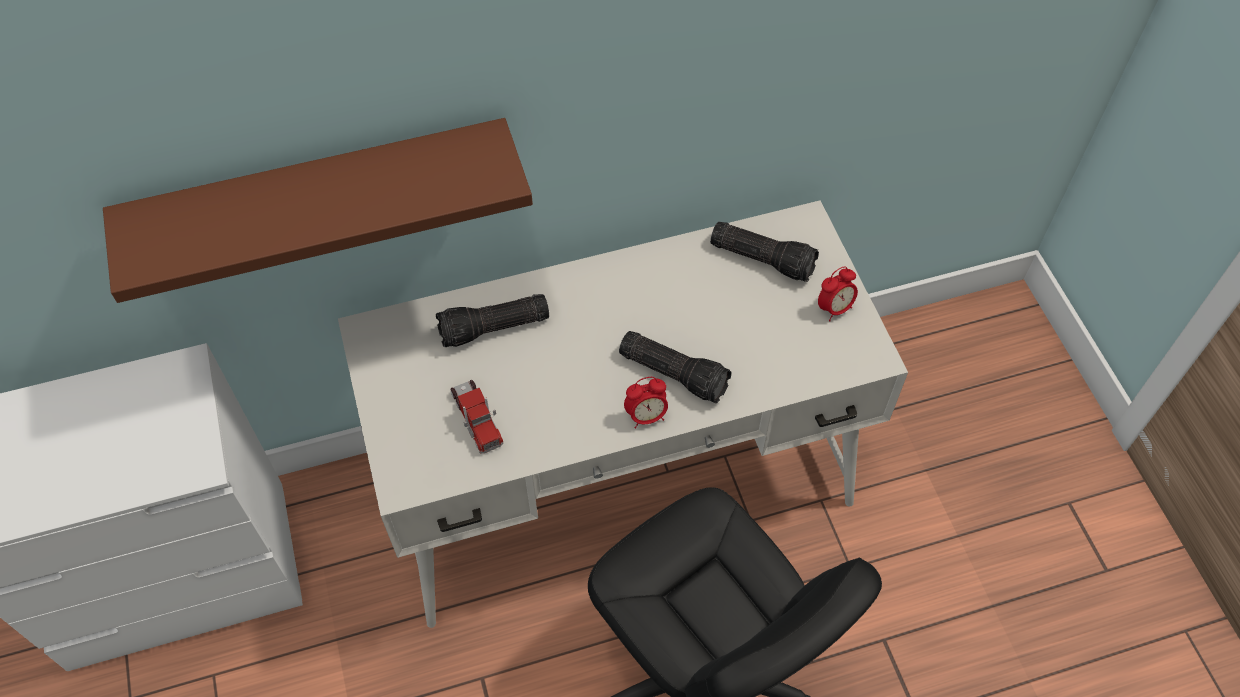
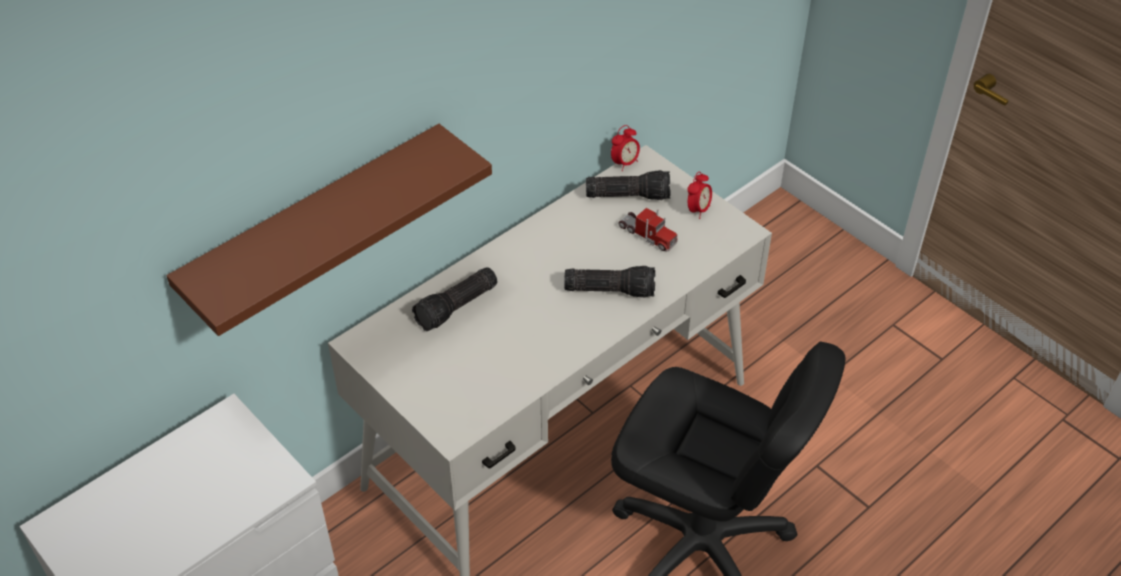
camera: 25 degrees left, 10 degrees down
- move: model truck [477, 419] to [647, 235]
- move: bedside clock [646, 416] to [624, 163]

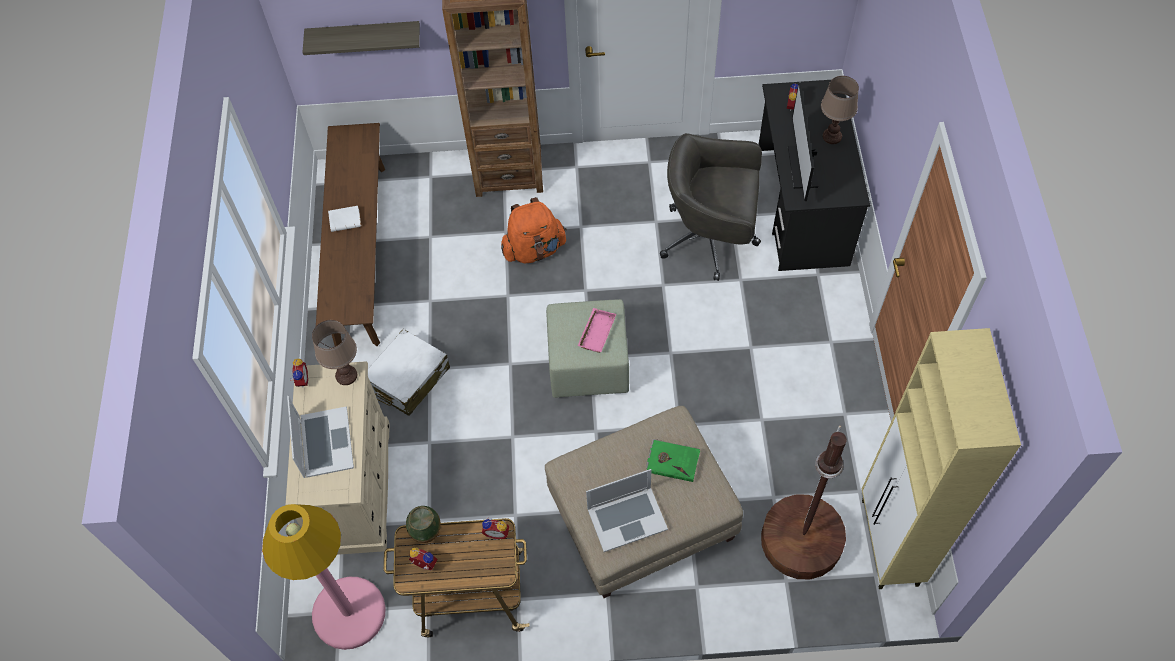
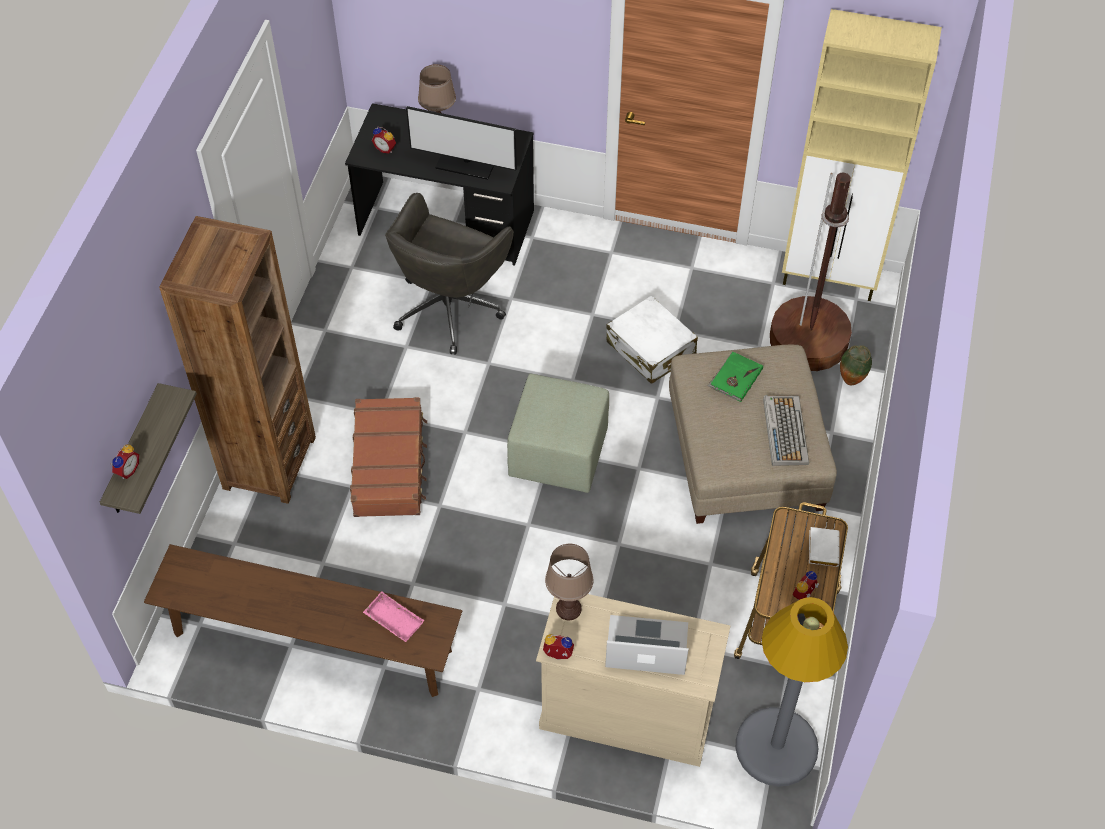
camera: 75 degrees left, 5 degrees down
- move: white volume [346, 220] to [822, 548]
- move: white piece of luggage [408, 379] to [651, 349]
- move: decorative vase [428, 535] to [851, 381]
- move: bedside clock [497, 532] to [127, 470]
- move: pink-coloured tray [596, 332] to [392, 620]
- replace: orangey knapsack [534, 249] to brown-coloured piece of luggage [390, 465]
- replace: portable computer [627, 518] to computer keyboard [784, 430]
- recolor: pink-coloured standing lamp [349, 613] to gray standing lamp [776, 747]

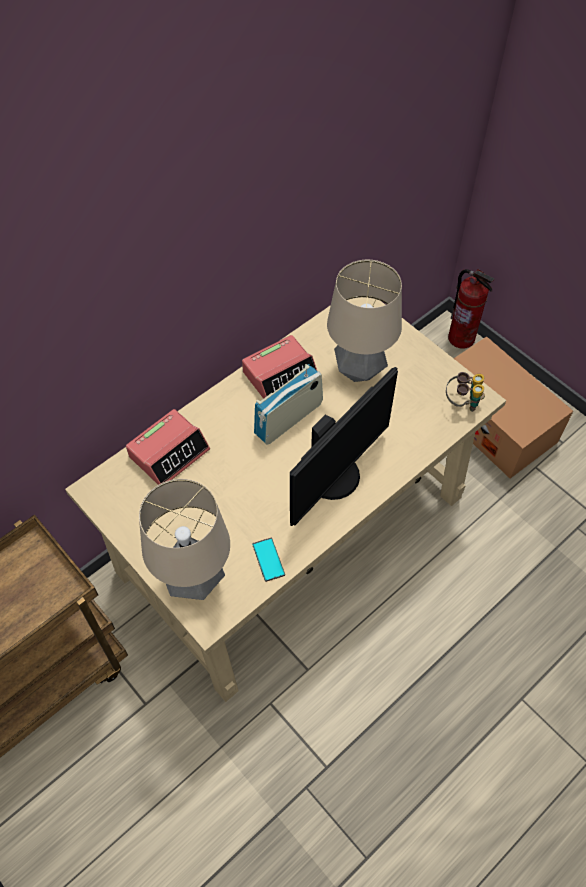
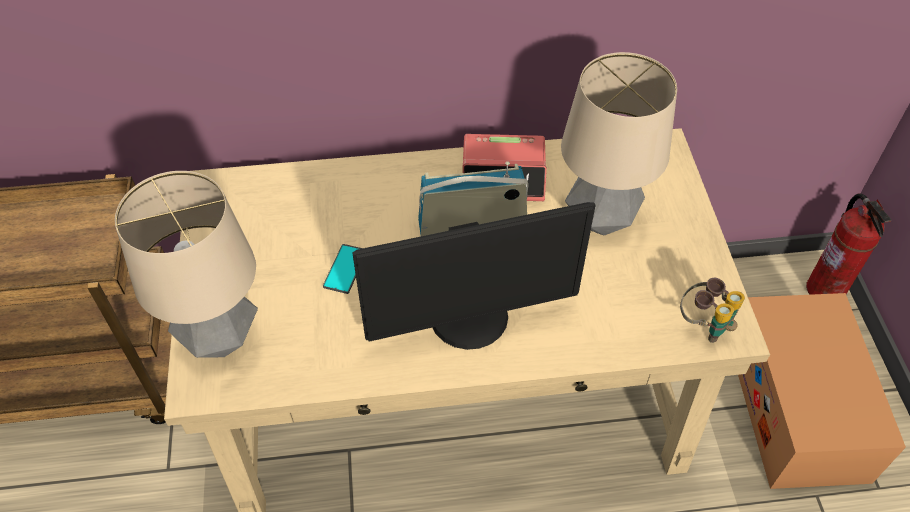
camera: 35 degrees right, 5 degrees down
- delete: bedside clock [169, 452]
- move: telephone [268, 559] to [345, 269]

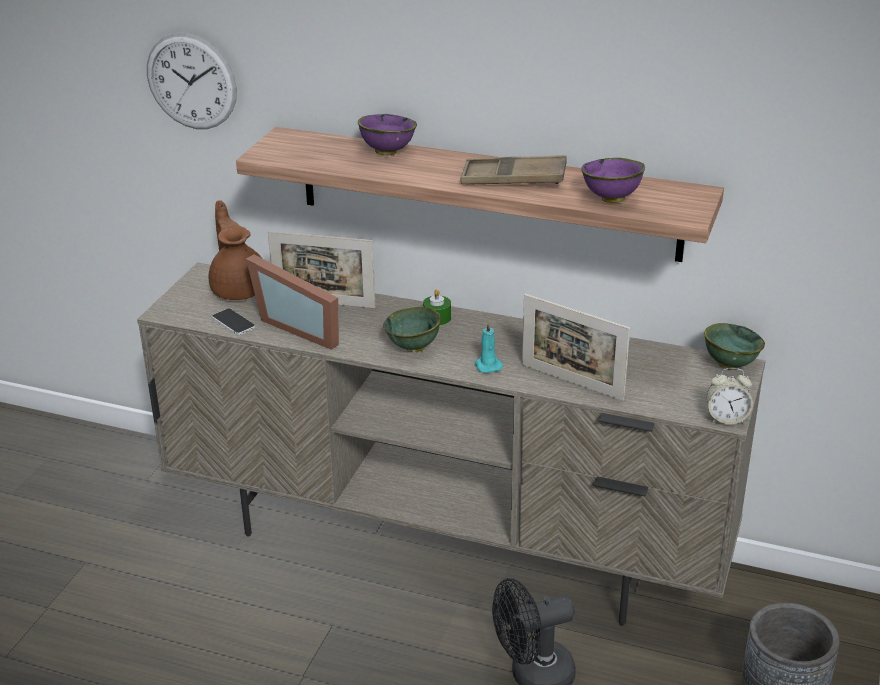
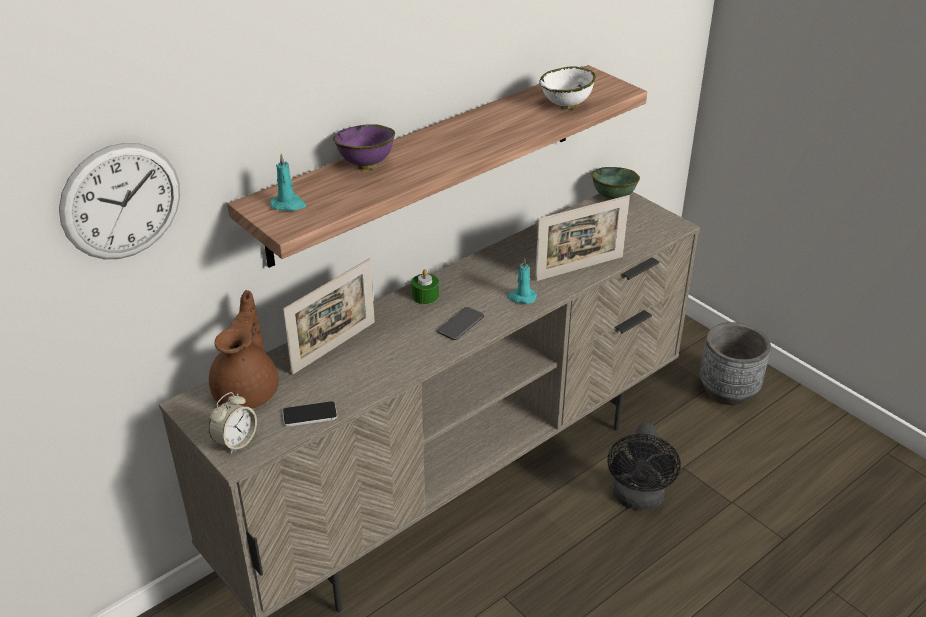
camera: 60 degrees left, 5 degrees up
- delete: standing frame [302, 326]
- delete: brown-coloured tray [513, 179]
- insert: blue-green candle [289, 205]
- move: bedside clock [726, 418] to [236, 441]
- replace: green serving bowl [413, 348] to telephone [460, 324]
- recolor: purplish serving bowl [610, 199] to white serving bowl [566, 106]
- rotate: brown-coloured tea pot [239, 288] = [248, 390] 90 degrees clockwise

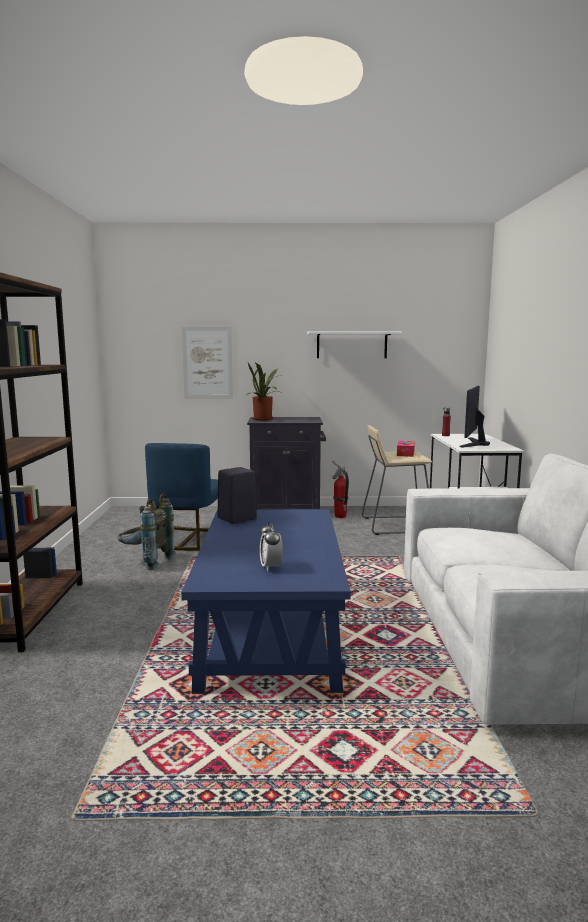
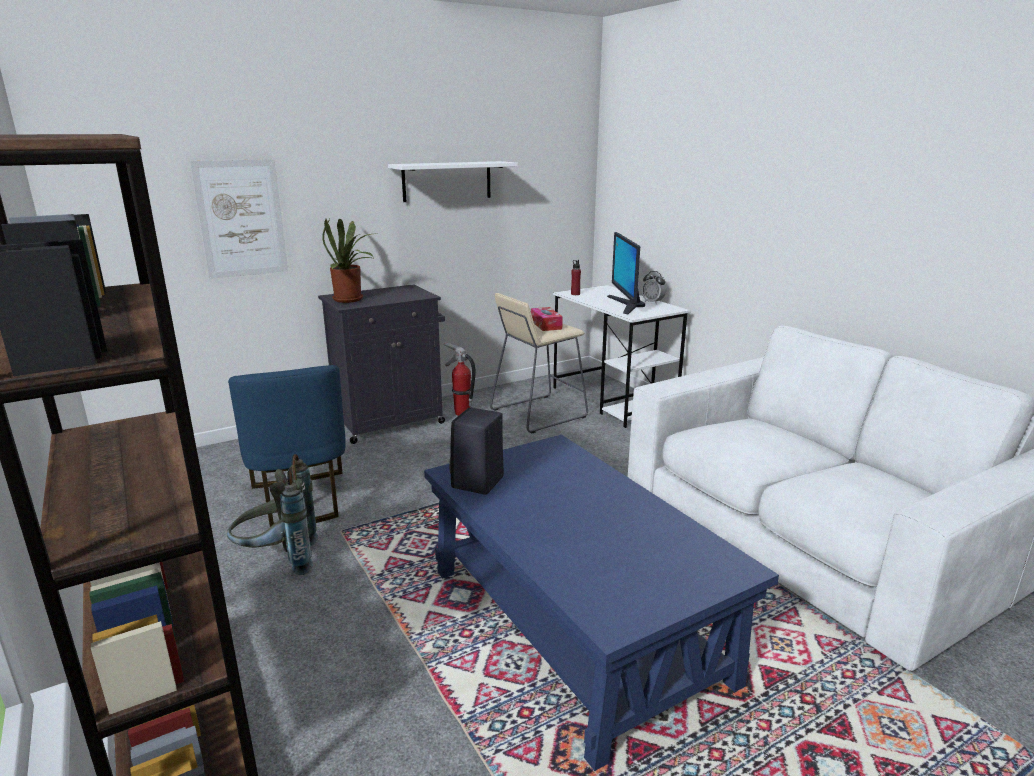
camera: 30 degrees left, 10 degrees up
- move: bedside clock [270, 567] to [652, 302]

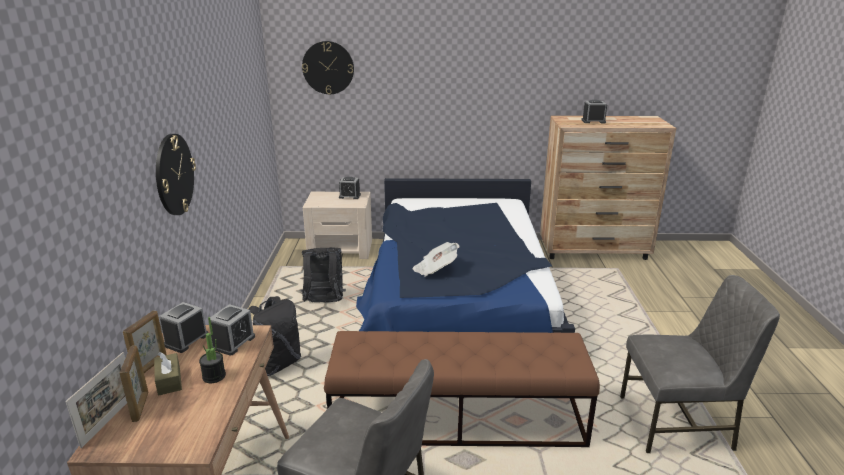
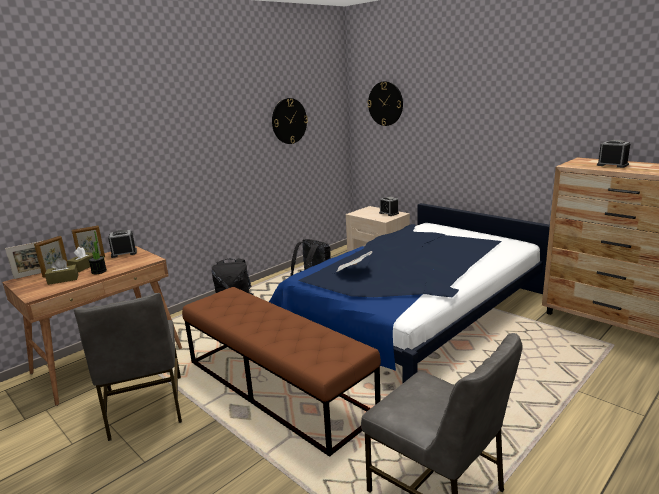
camera: 45 degrees right, 5 degrees down
- delete: bedside clock [233, 342]
- insert: brown-coloured tissue holder [63, 279]
- move: clock on the wall [174, 174] to [289, 121]

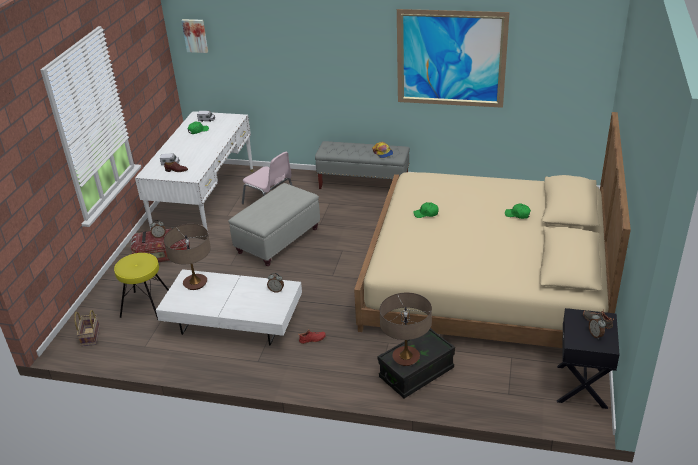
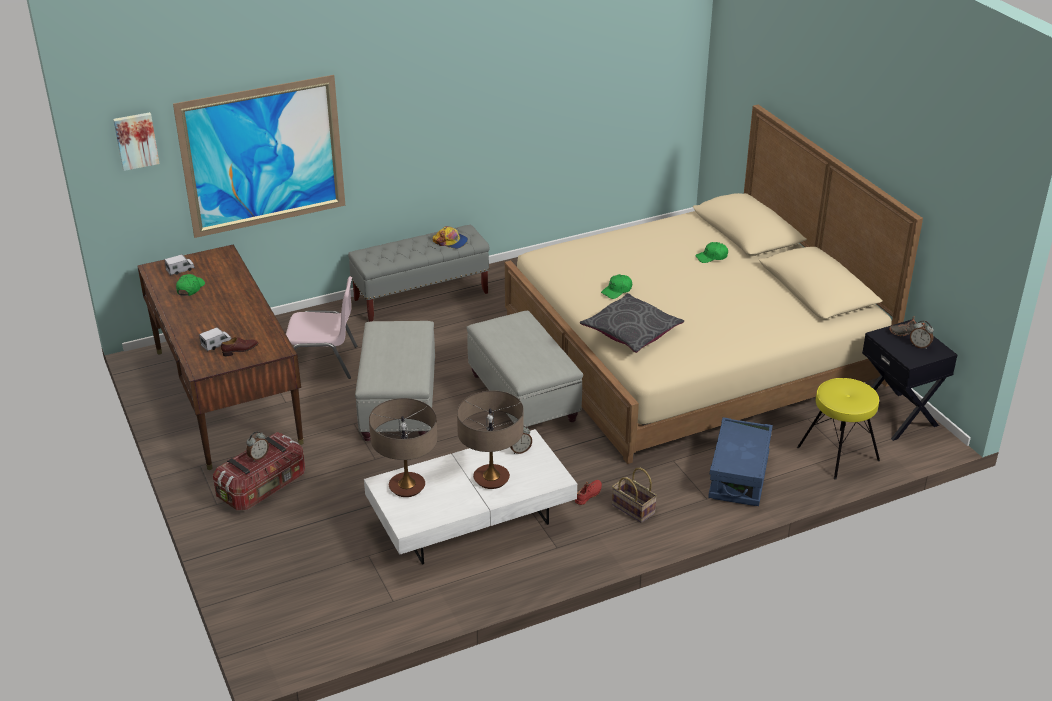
camera: 40 degrees left, 0 degrees up
- insert: gray footrest [523, 398]
- insert: gray pillow [631, 331]
- move: household basket [90, 336] to [631, 508]
- move: yellow-coloured stool seat [146, 305] to [837, 453]
- move: table lamp [406, 358] to [491, 479]
- move: picture [451, 59] to [263, 156]
- recolor: white desk unit [205, 201] to brown-coloured desk unit [227, 396]
- recolor: blackish storage bin [416, 373] to bluish storage bin [738, 476]

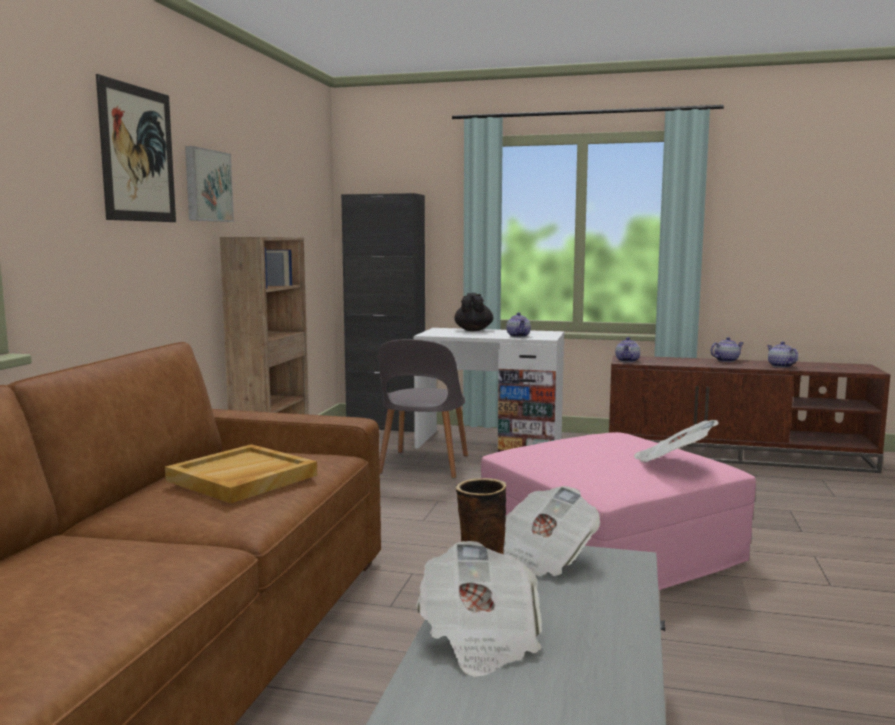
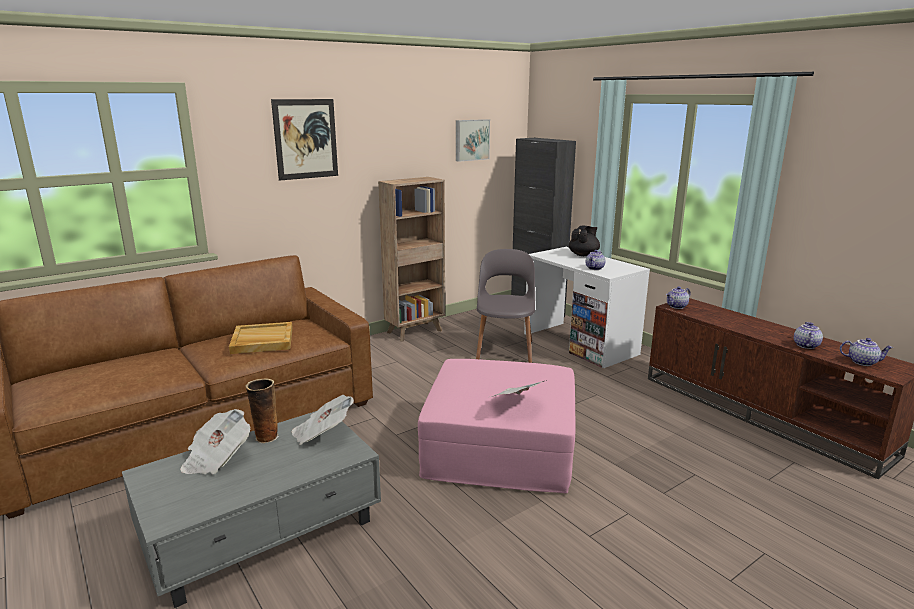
camera: 40 degrees right, 10 degrees up
- move: picture [206, 186] to [471, 140]
- move: tea pot [726, 361] to [862, 362]
- rotate: gray chair [423, 466] = [505, 349] 135 degrees clockwise

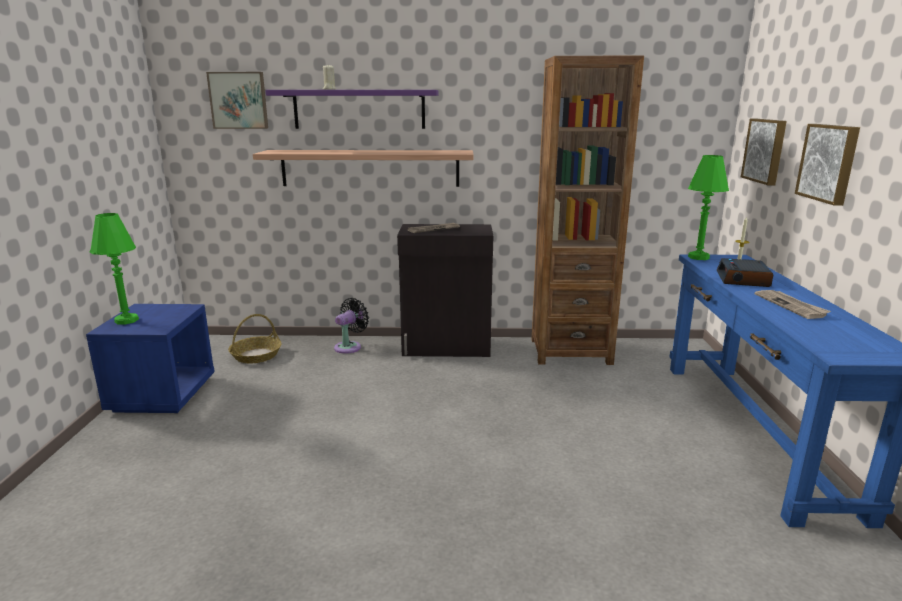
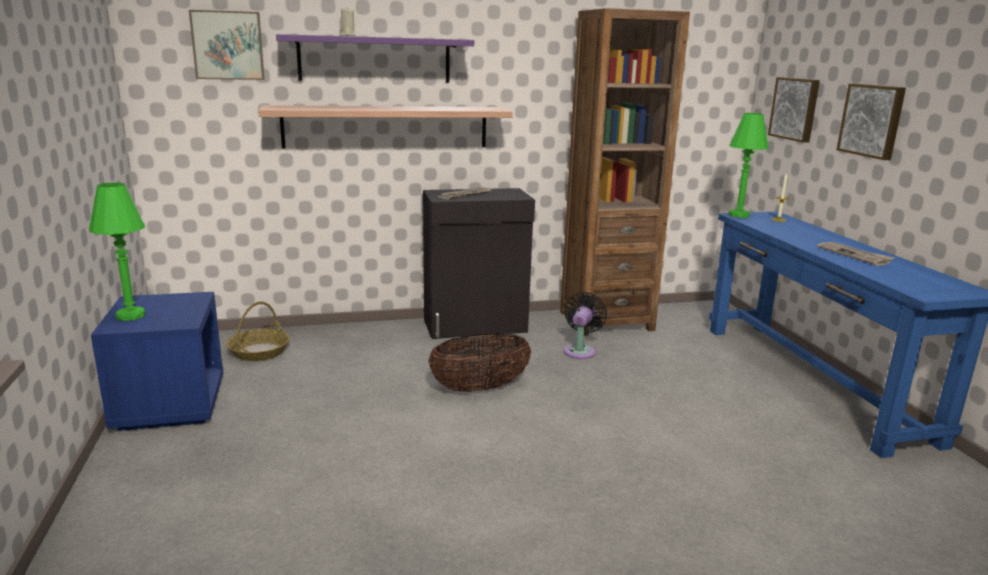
camera: 15 degrees left, 0 degrees up
- delete: bedside clock [743, 279]
- insert: household basket [480, 388]
- move: blackish fan [350, 347] to [580, 351]

